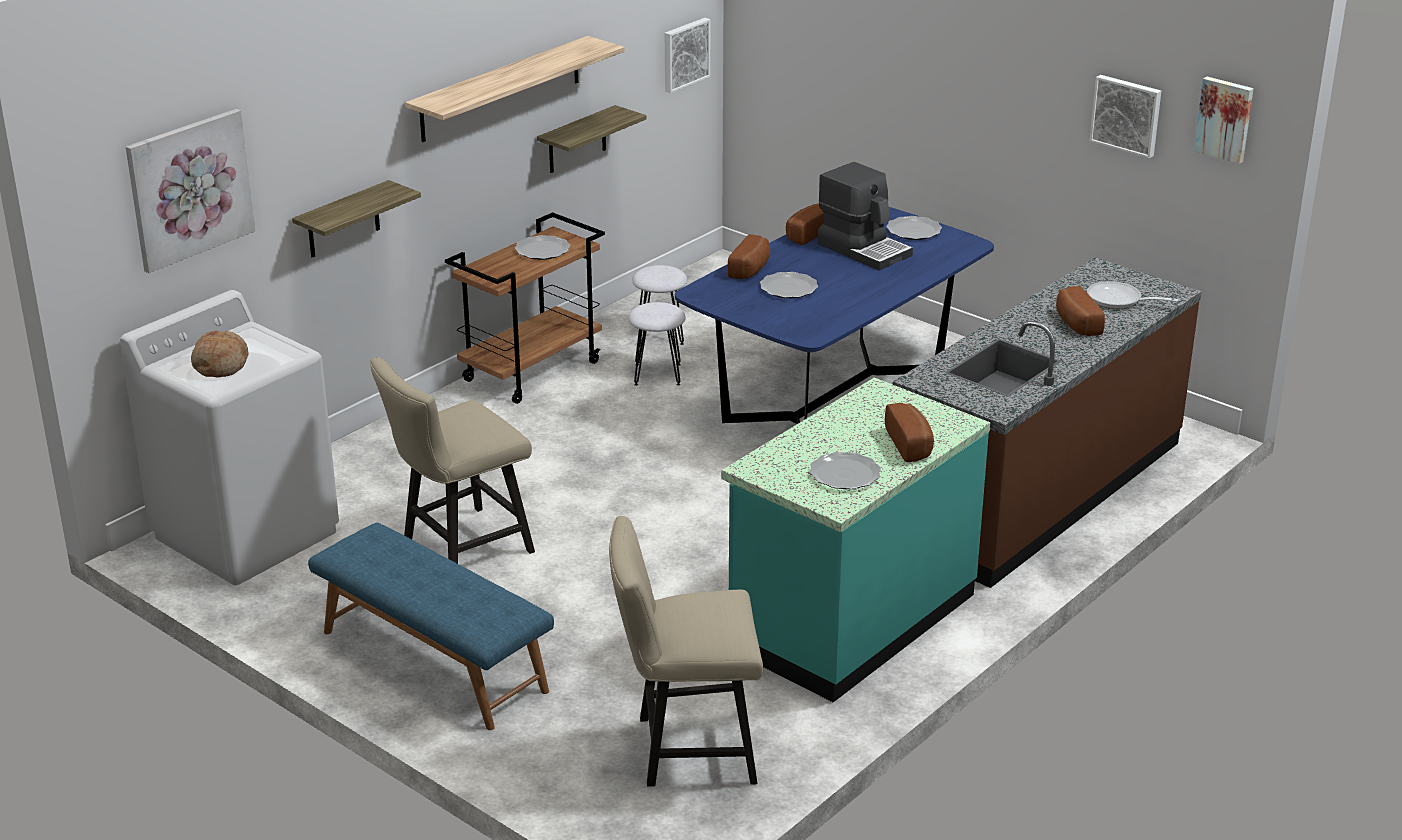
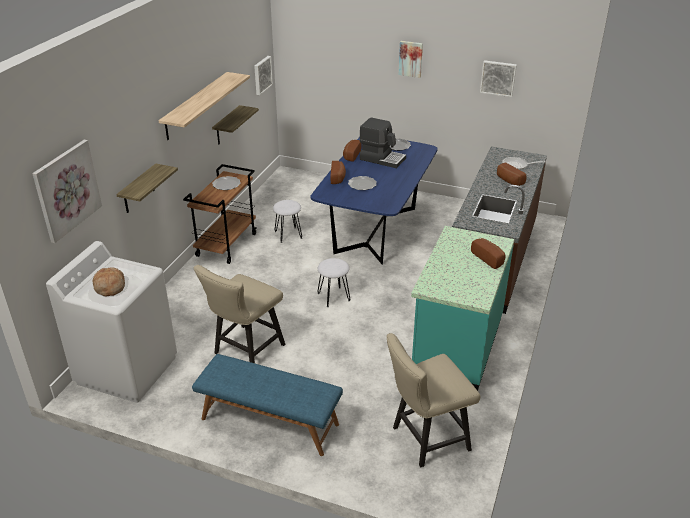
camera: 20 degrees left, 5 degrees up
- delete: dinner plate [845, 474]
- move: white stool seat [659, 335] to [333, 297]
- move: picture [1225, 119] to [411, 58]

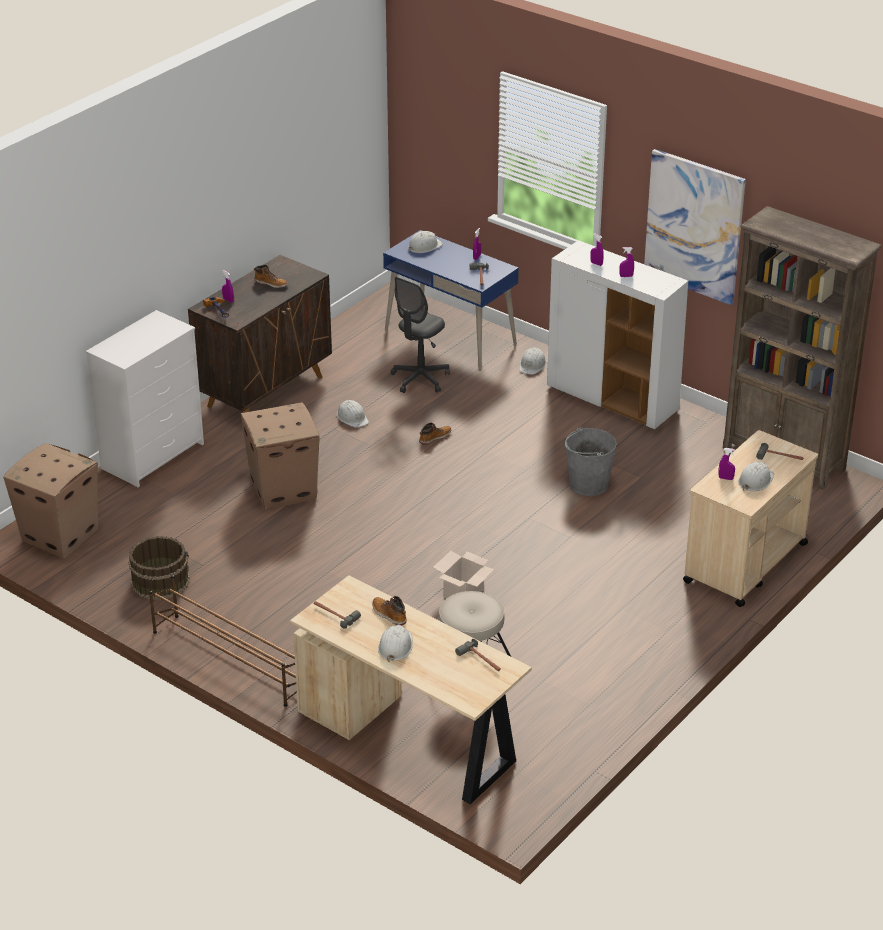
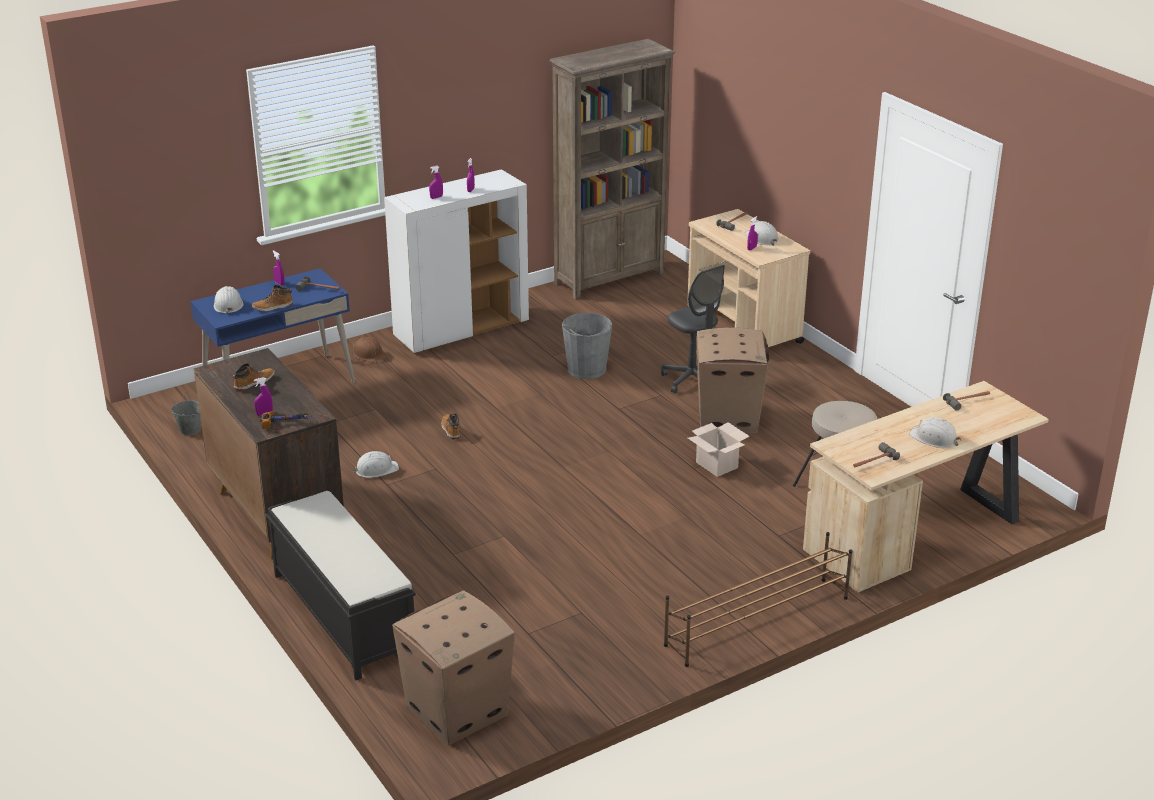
camera: 70 degrees left, 5 degrees down
- delete: brown-coloured pail [160, 581]
- delete: picture [694, 226]
- insert: gray pail [189, 430]
- move: cardboard box [284, 489] to [728, 418]
- move: boot [388, 614] to [273, 307]
- move: gray computer chair [420, 379] to [692, 380]
- replace: white chest of drawers [153, 455] to blackish bench [342, 614]
- recolor: white hard hat [532, 365] to brown-coloured hard hat [369, 355]

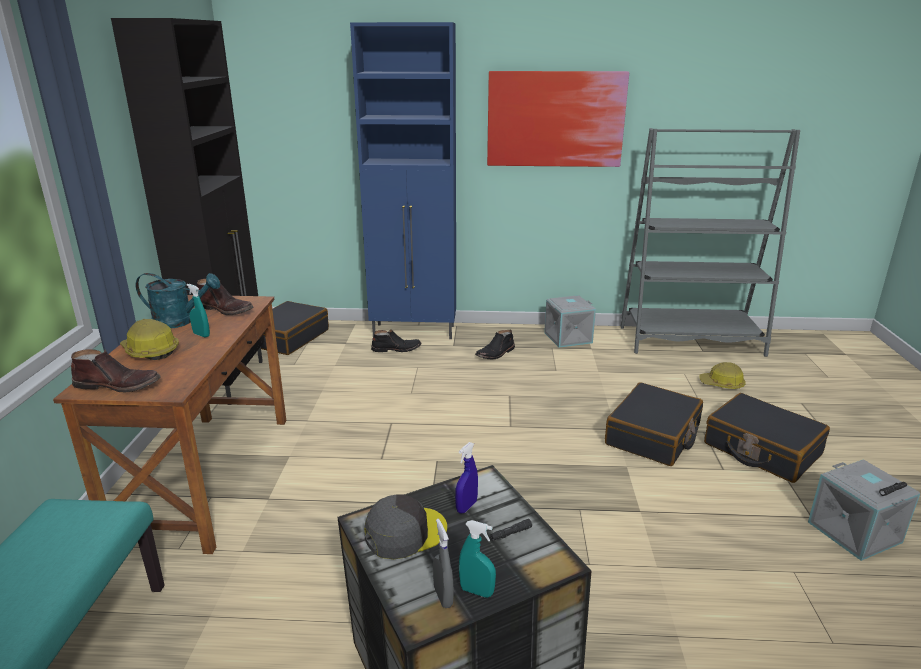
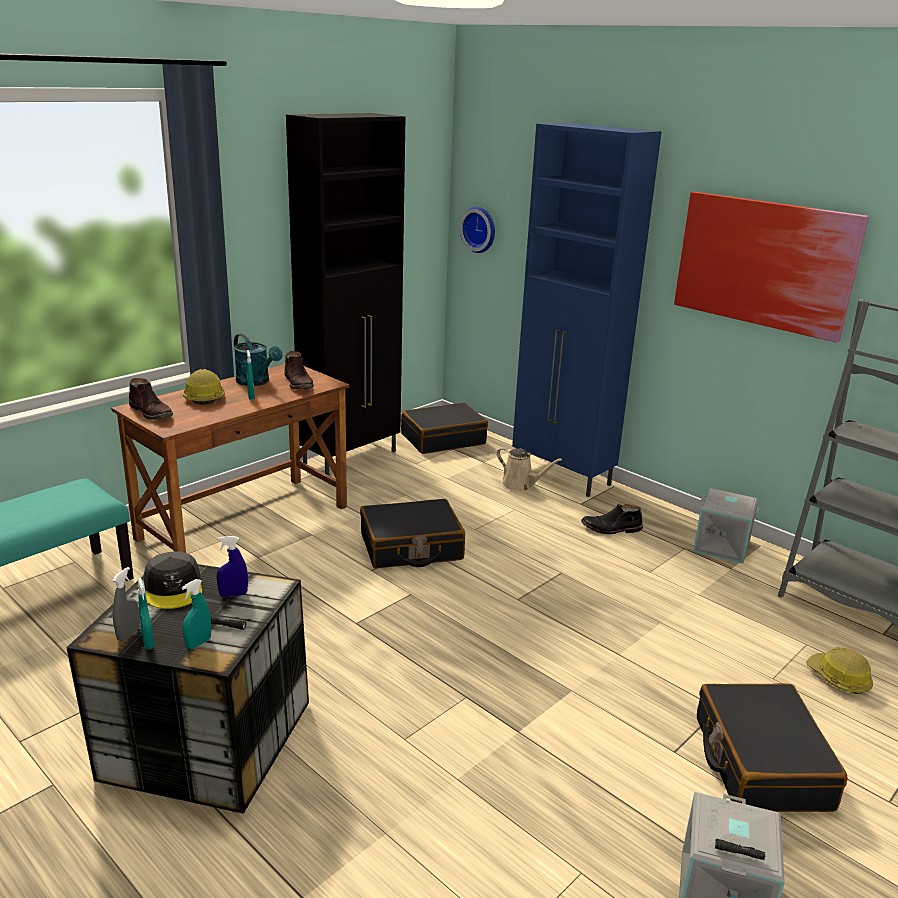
camera: 40 degrees right, 0 degrees up
- insert: blue-green hand sprayer [198, 643]
- insert: clock on the wall [480, 229]
- move: blackish piece of luggage [653, 436] to [411, 547]
- replace: blackish boot [396, 349] to sand-coloured sprinkling can [520, 485]
- rotate: gray baseball cap [405, 533] = [174, 588] 60 degrees clockwise

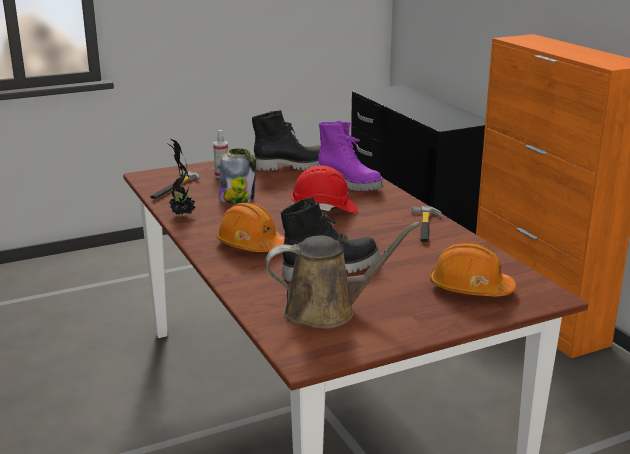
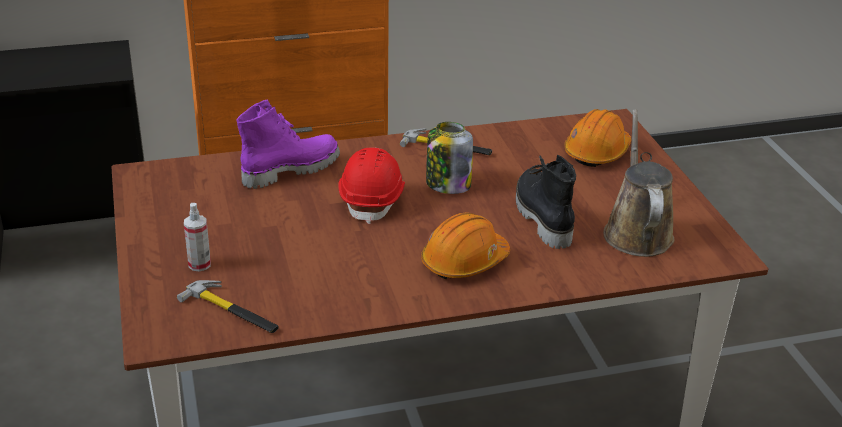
camera: 80 degrees left, 10 degrees up
- delete: houseplant [181, 215]
- delete: blackish boot [292, 166]
- move: preserve jar [237, 198] to [447, 184]

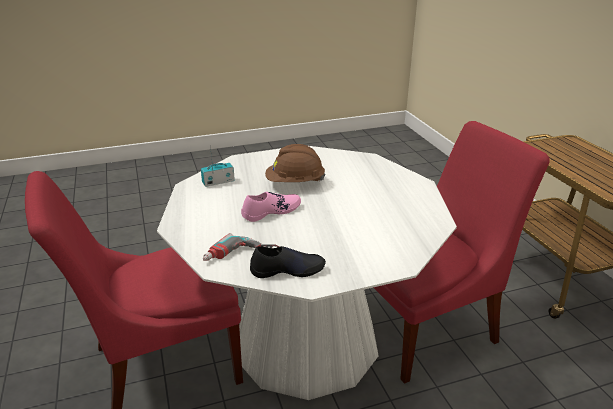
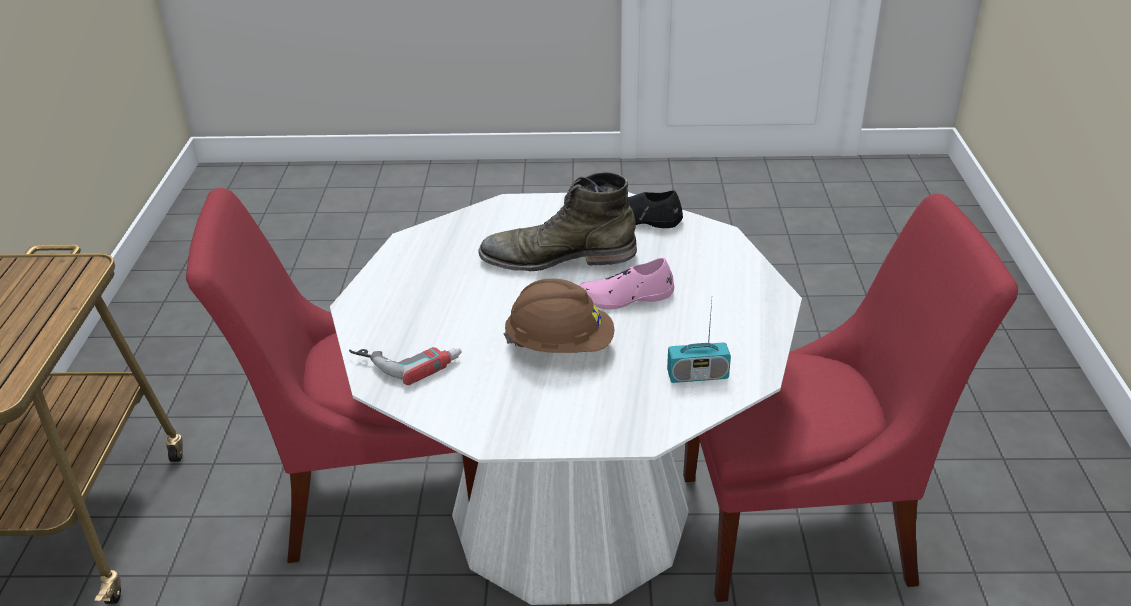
camera: 160 degrees left, 5 degrees up
- insert: green boot [557, 257]
- move: power drill [240, 256] to [407, 358]

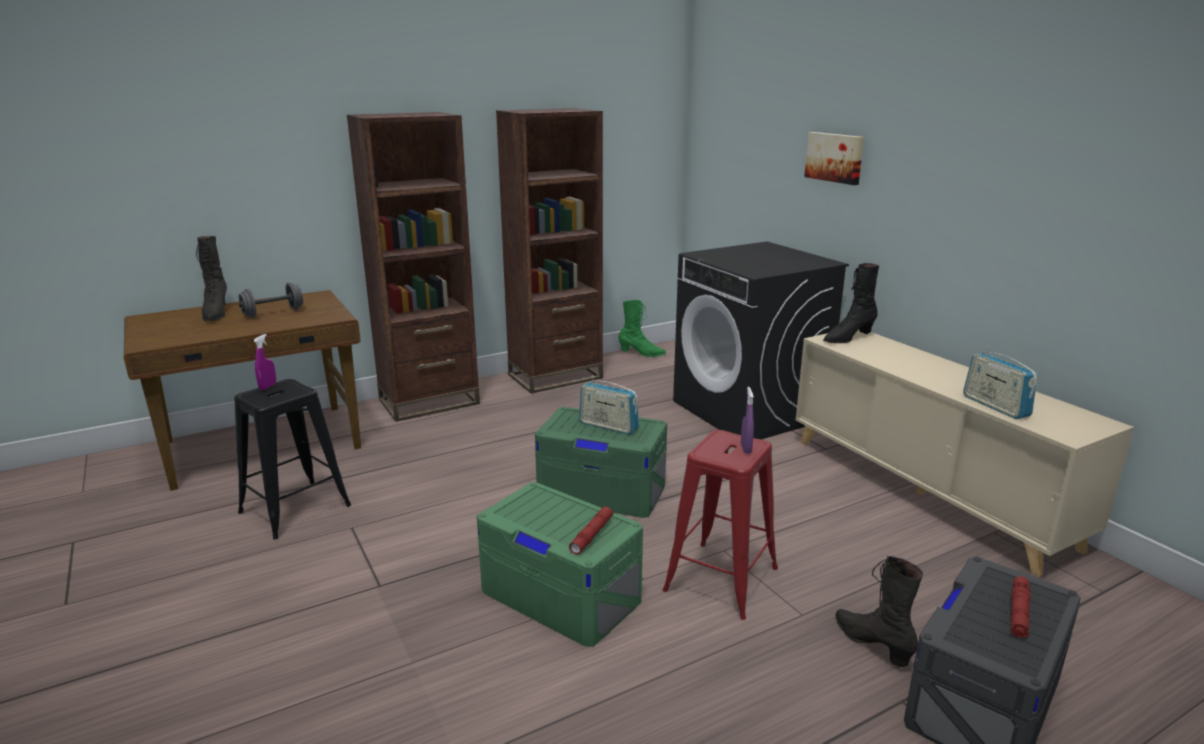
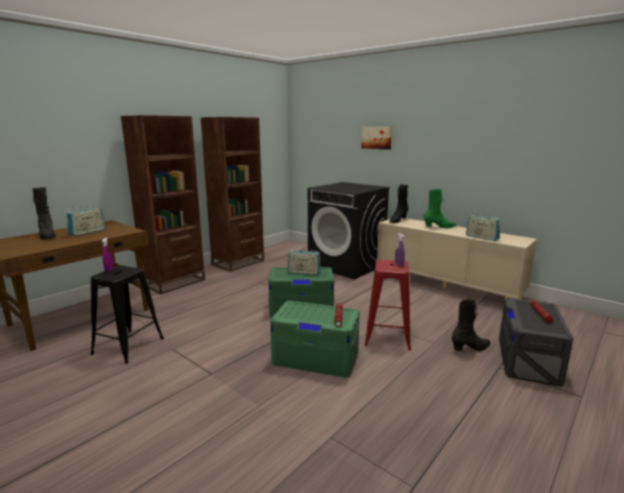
camera: 20 degrees left, 5 degrees down
- move: green boot [641, 353] to [439, 227]
- replace: gray free weight [273, 313] to radio set [88, 232]
- rotate: blackish boot [872, 644] = [471, 348] 120 degrees clockwise

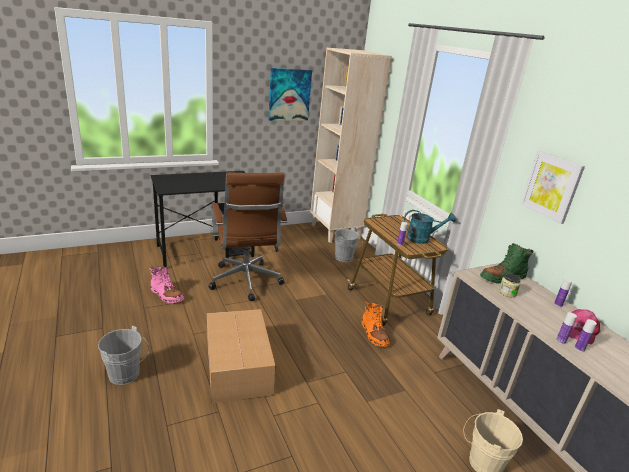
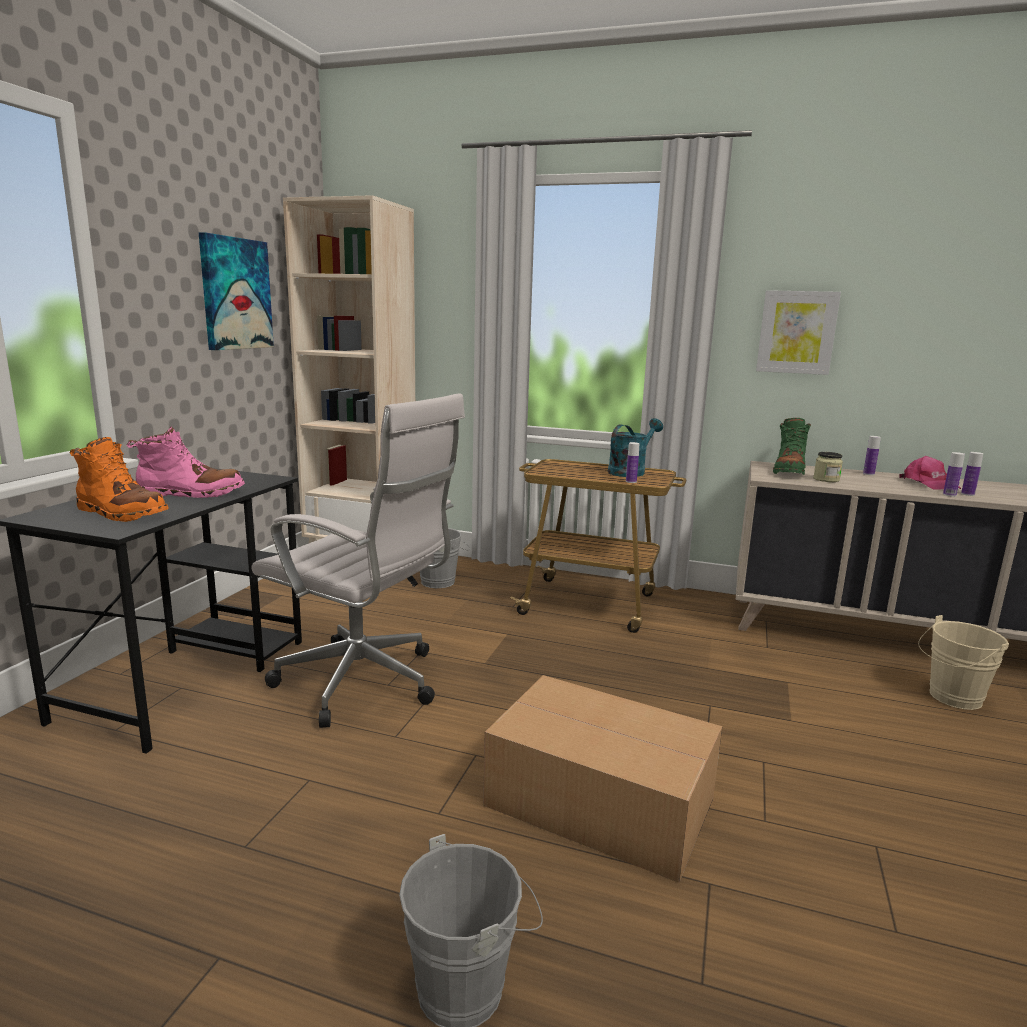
camera: 45 degrees left, 10 degrees down
- move: pink-coloured boot [166, 295] to [190, 493]
- move: orangey boot [373, 334] to [121, 513]
- recolor: brown-coloured computer chair [246, 282] to white computer chair [365, 684]

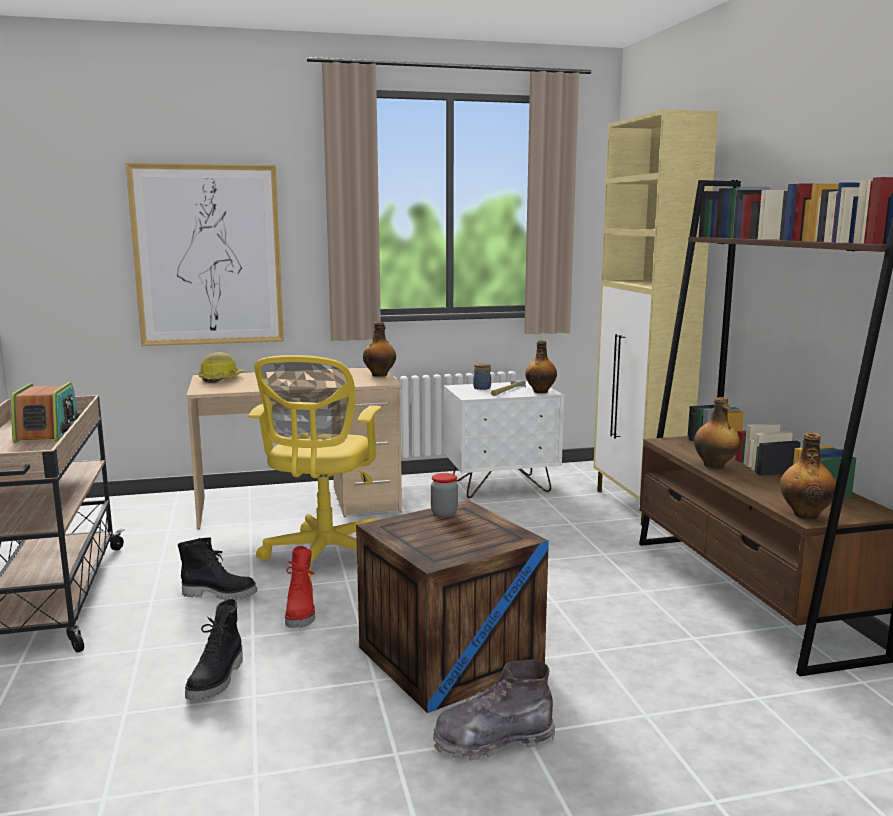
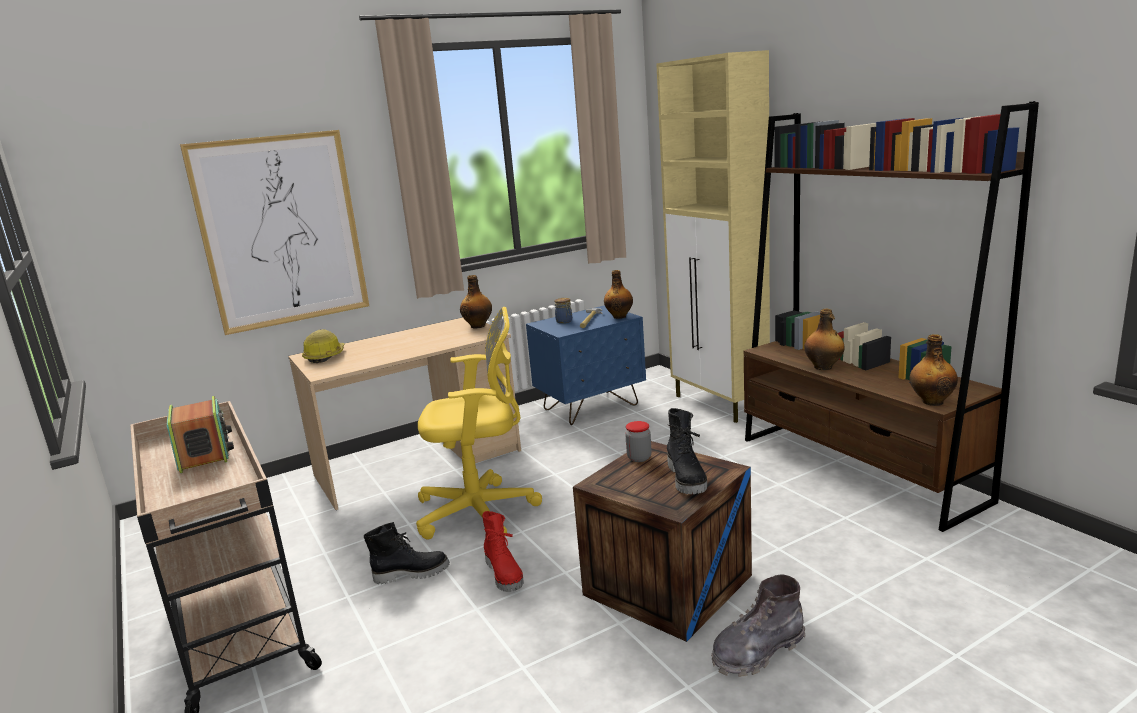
camera: 15 degrees left, 5 degrees up
- move: blackish boot [217, 680] to [687, 479]
- recolor: white night table [501, 486] to bluish night table [591, 407]
- rotate: yellow-coloured computer chair [323, 556] = [482, 511] 90 degrees counterclockwise

